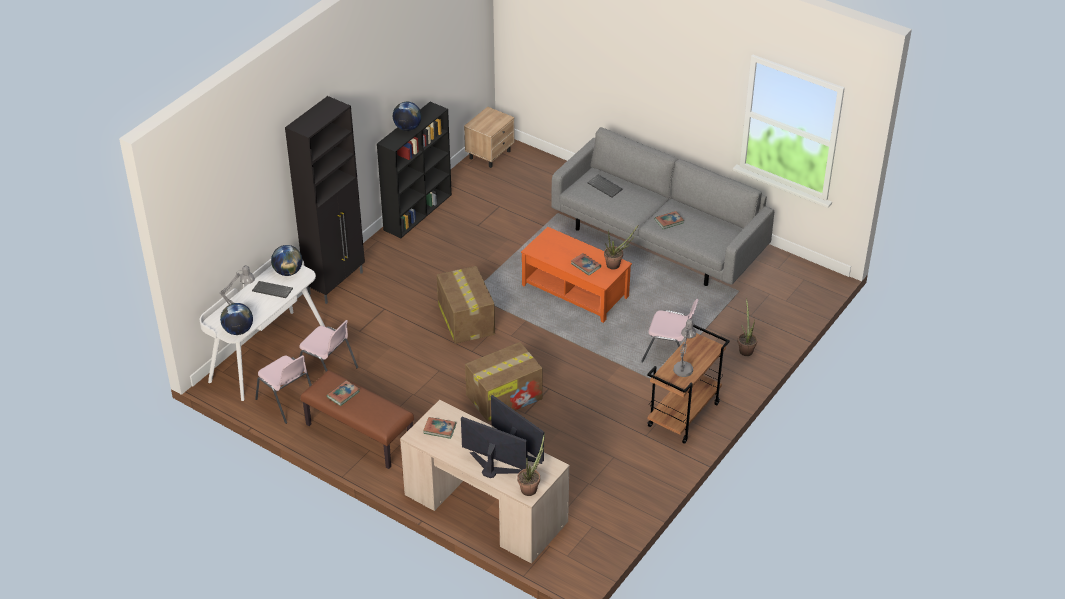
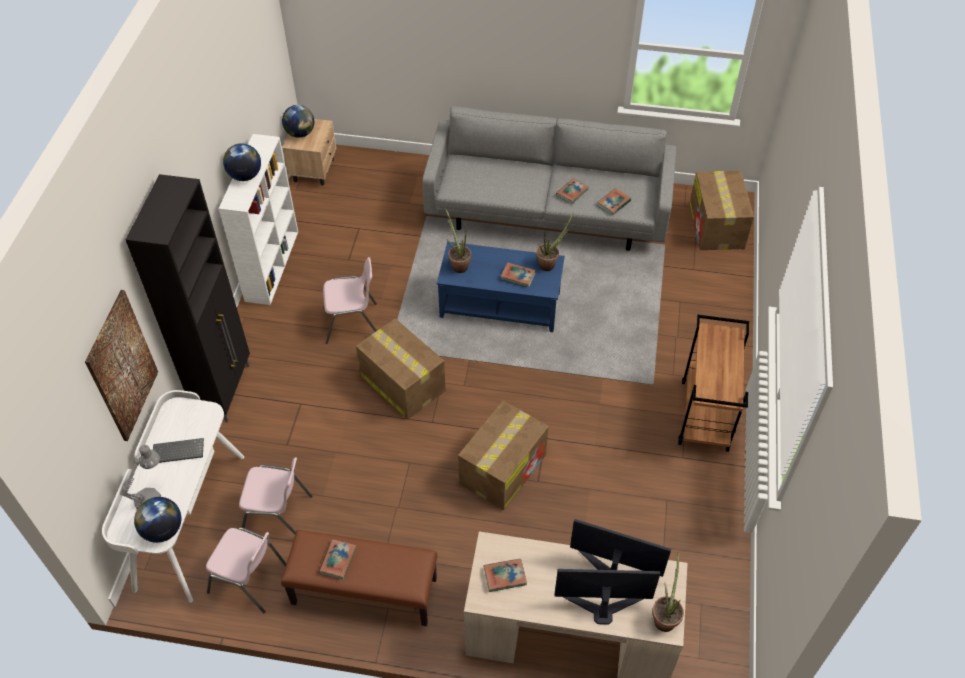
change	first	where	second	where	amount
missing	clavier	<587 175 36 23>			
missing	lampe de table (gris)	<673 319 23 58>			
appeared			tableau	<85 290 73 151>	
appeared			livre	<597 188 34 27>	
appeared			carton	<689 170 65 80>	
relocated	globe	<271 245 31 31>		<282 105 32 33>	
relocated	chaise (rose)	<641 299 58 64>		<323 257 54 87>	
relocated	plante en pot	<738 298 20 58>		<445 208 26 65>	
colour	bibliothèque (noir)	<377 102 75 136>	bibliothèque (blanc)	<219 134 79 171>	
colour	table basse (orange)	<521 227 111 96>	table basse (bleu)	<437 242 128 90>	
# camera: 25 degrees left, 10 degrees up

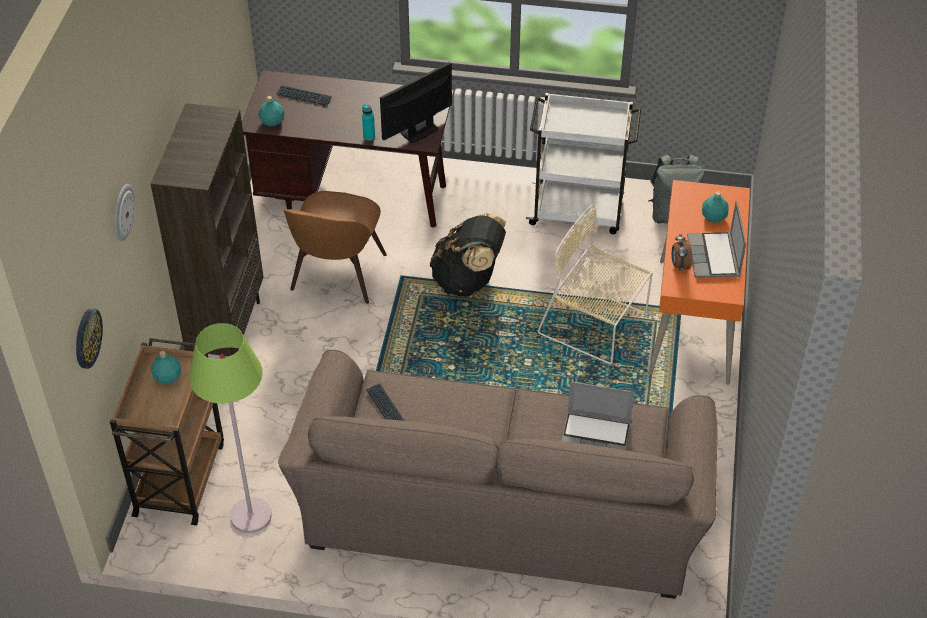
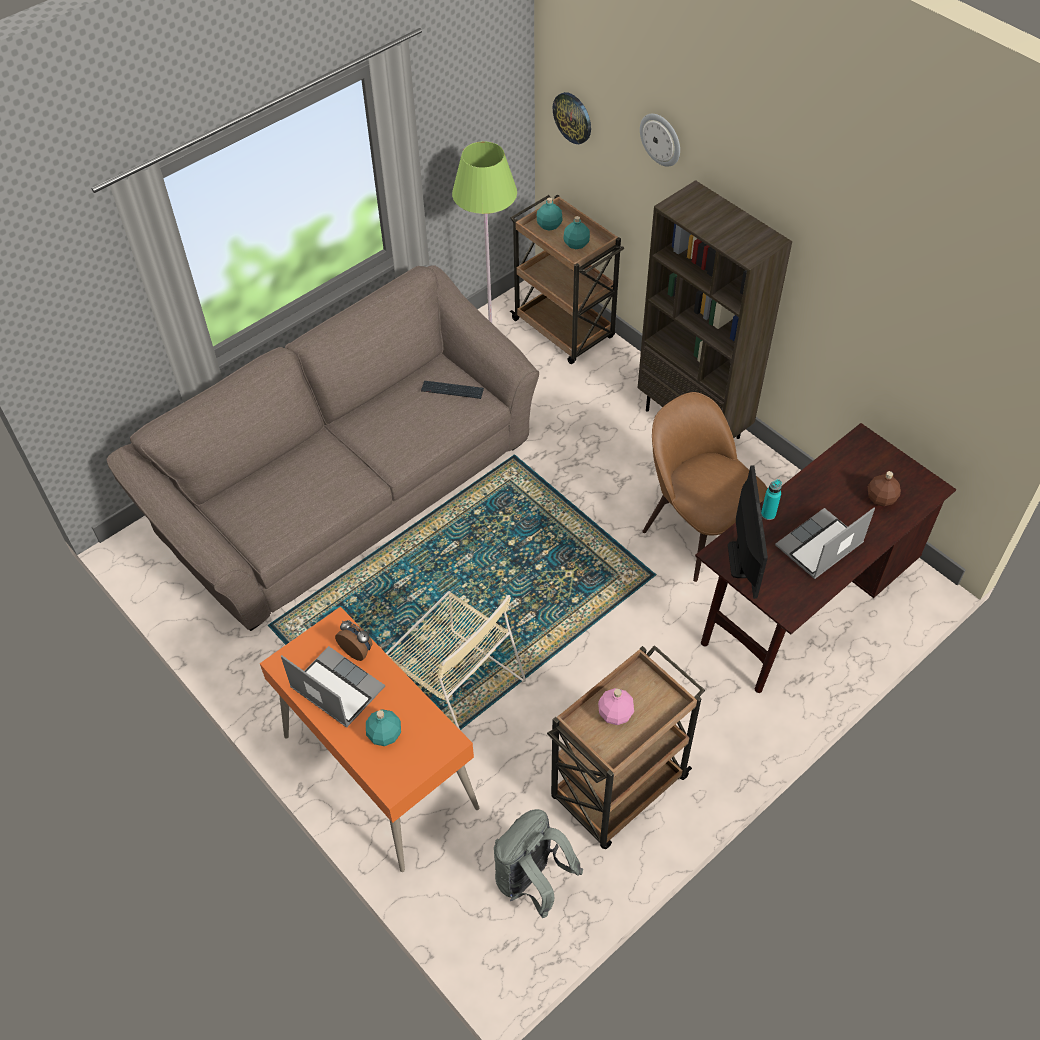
change	first	where	second	where	amount
missing	sac à dos (noir)	<430 213 76 84>			
appeared			bouteille (rose)	<598 688 36 37>	
relocated	bouteille (turquoise)	<259 96 25 30>		<537 197 26 34>	
relocated	ordinateur portable	<562 381 73 69>		<775 507 100 72>	
exchanged	clavier	<276 85 56 21>	bouteille (marron)	<868 471 33 35>	
colour	chariot (blanc)	<526 93 115 141>	chariot (marron)	<547 645 158 204>	
spun	chaise (beige)	<537 205 116 159>		<386 591 140 140>	60 degrees clockwise
# camera: 130 degrees right, 5 degrees up

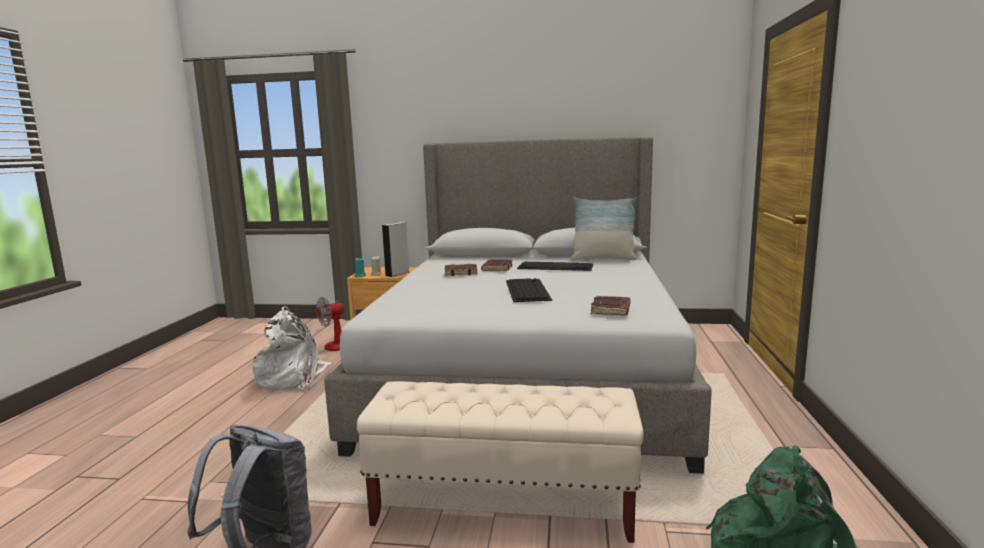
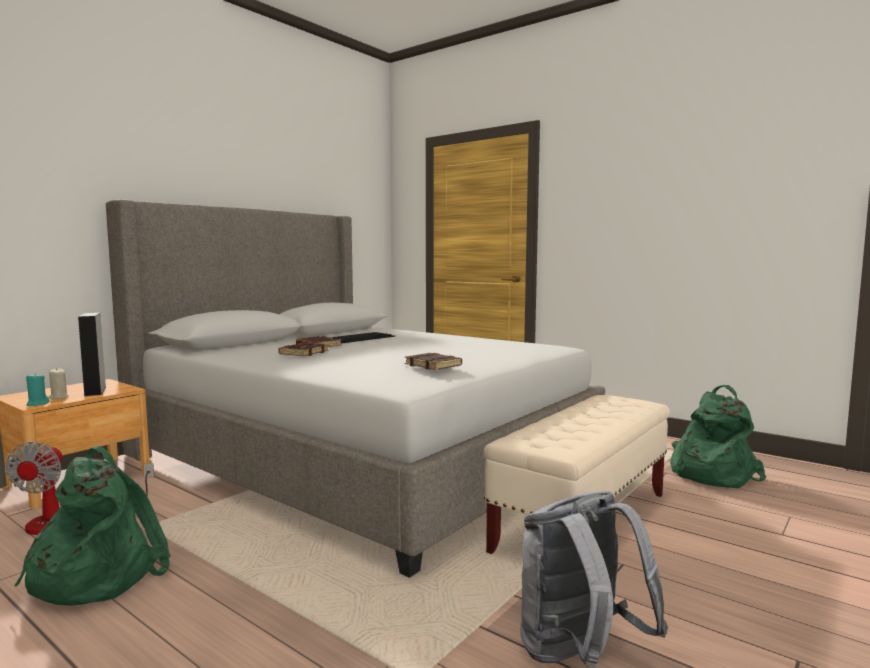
change	first	where	second	where	amount
missing	clavier	<506 278 46 24>			
missing	coussin	<570 197 67 64>			
relocated	livre (marron)	<591 296 40 20>		<405 353 57 17>	
colour	sac à dos (blanc)	<252 306 83 85>	sac à dos (vert)	<14 446 156 160>	
# camera: 60 degrees left, 5 degrees down

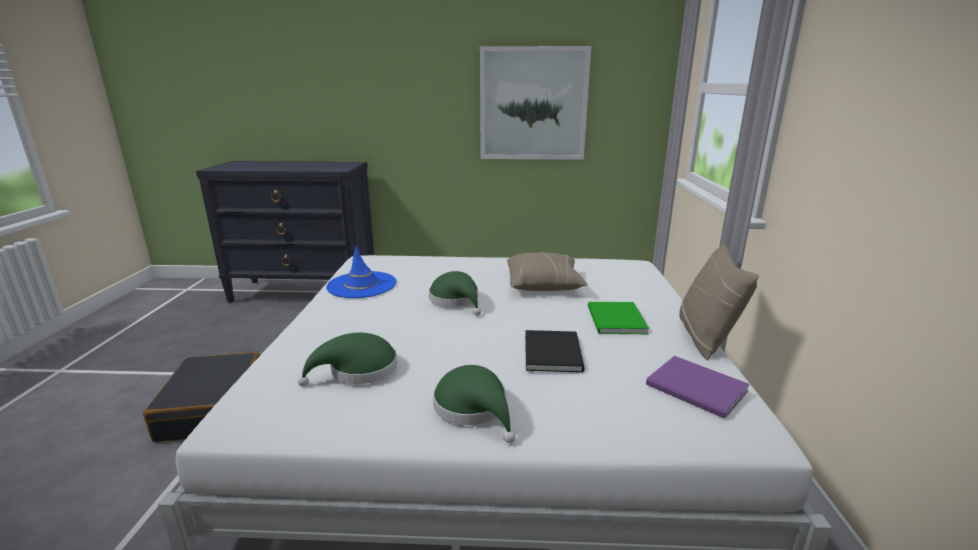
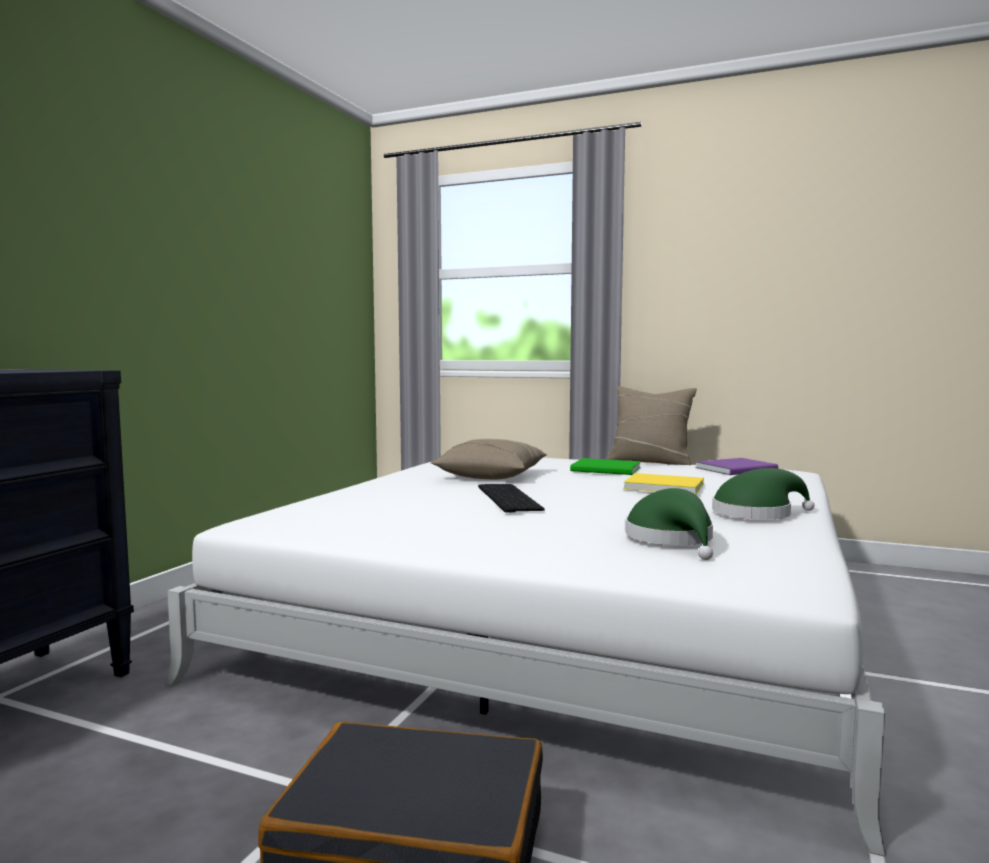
change	first	where	second	where	amount
missing	chapeau (bleu)	<326 246 70 52>			
missing	tableau	<480 46 111 114>			
exchanged	chapeau (vert)	<429 271 52 45>	clavier	<478 484 67 29>	
colour	livre (noir)	<525 330 60 43>	livre (jaune)	<624 473 80 22>	
# camera: 70 degrees left, 15 degrees down

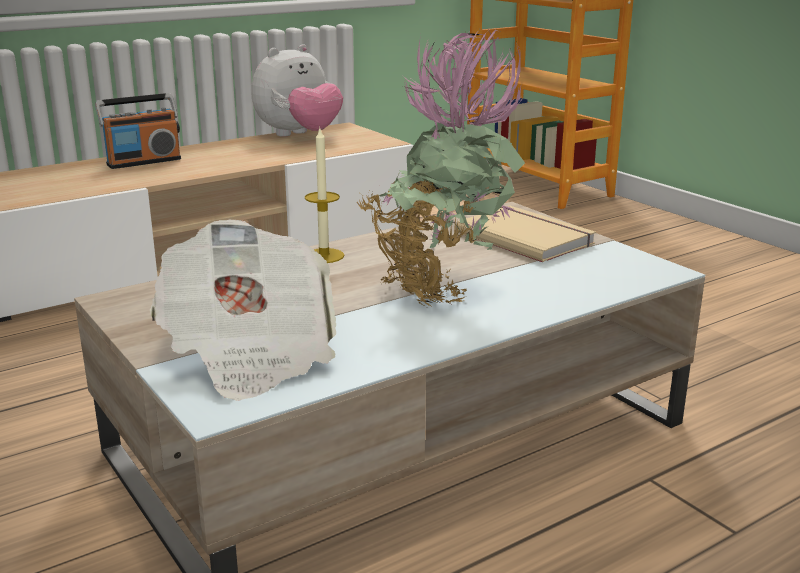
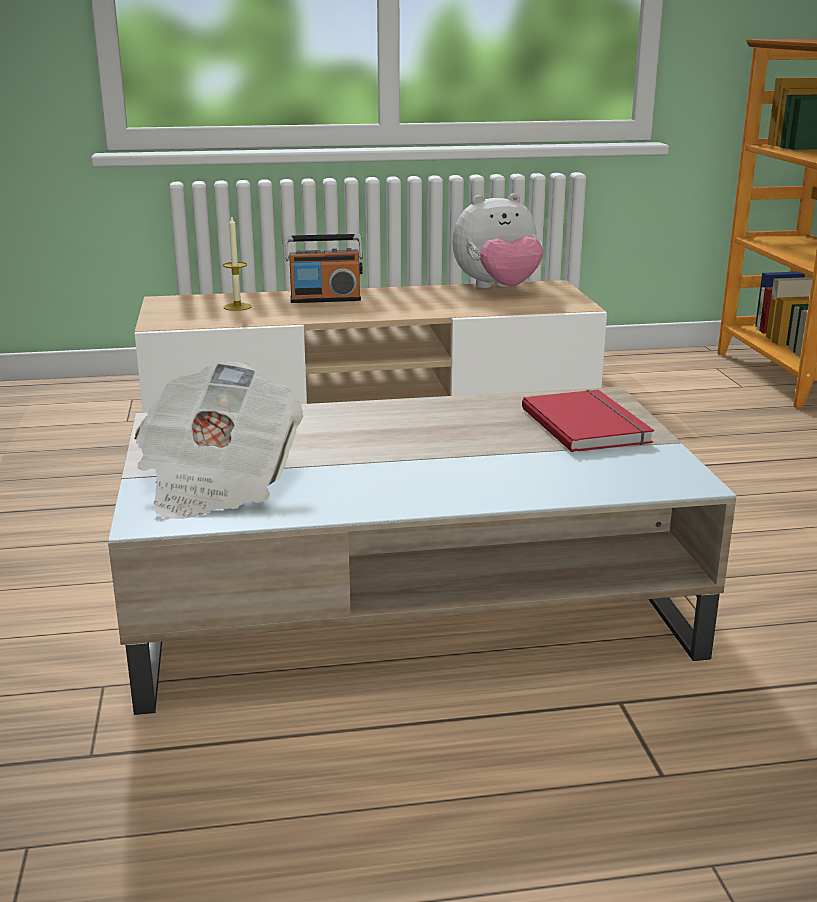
change	first	where	second	where	amount
missing	plante en pot	<356 27 169 280>			
relocated	bougie	<305 129 39 134>		<223 217 29 94>	
colour	livre (beige)	<456 206 140 56>	livre (rouge)	<522 390 132 62>	
# camera: 25 degrees right, 0 degrees up

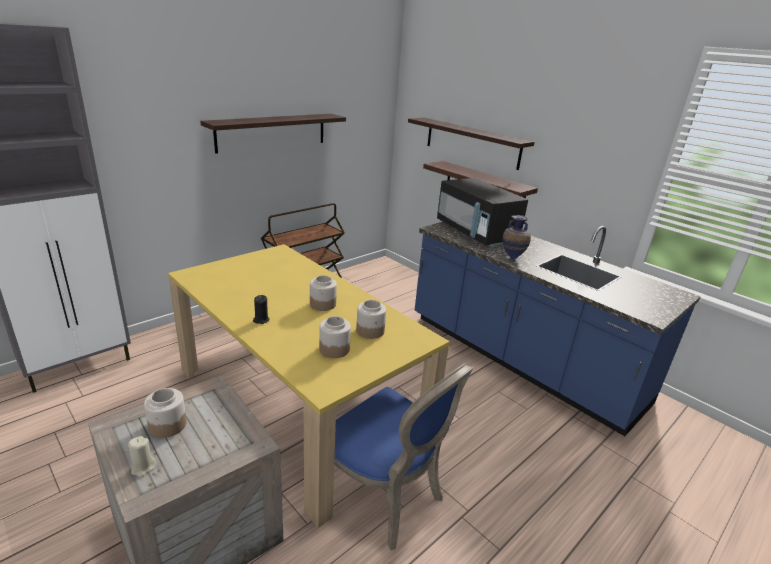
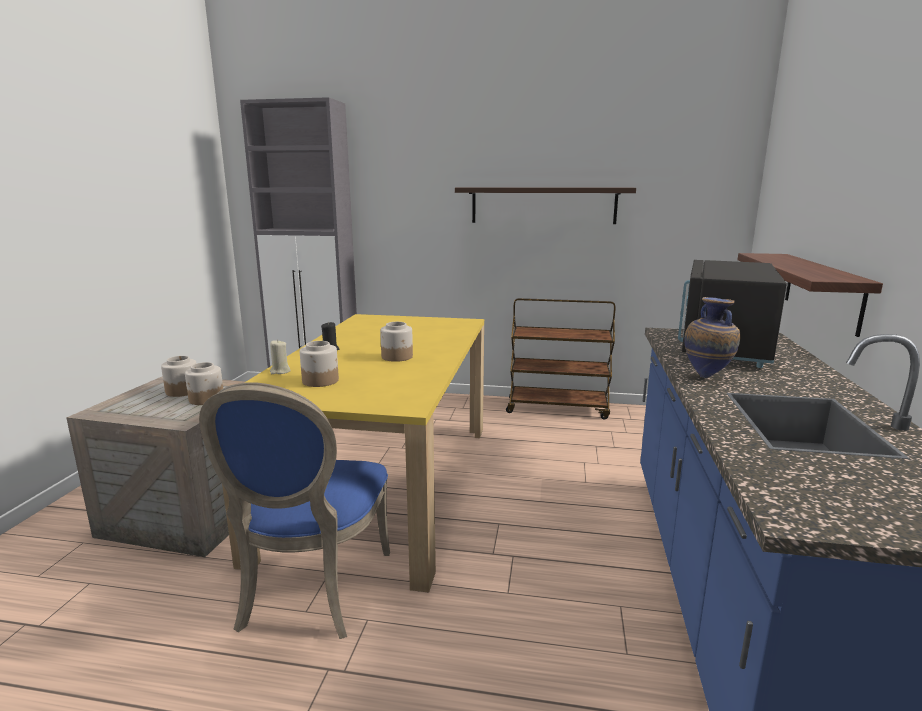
change	first	where	second	where	amount
missing	étagère	<408 118 126 52>			
relocated	bougie (beige)	<128 436 28 41>		<270 339 21 35>	
relocated	bocal	<356 300 30 39>		<185 362 38 43>	
# camera: 55 degrees right, 10 degrees down

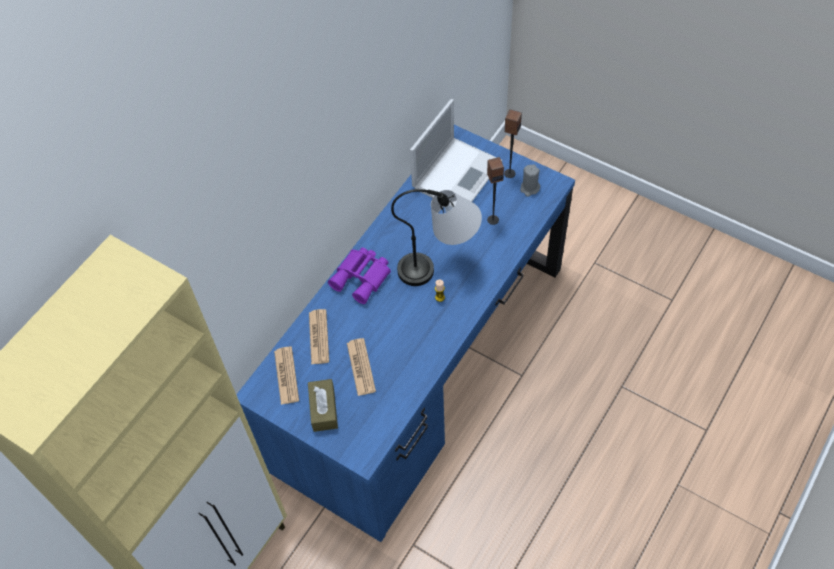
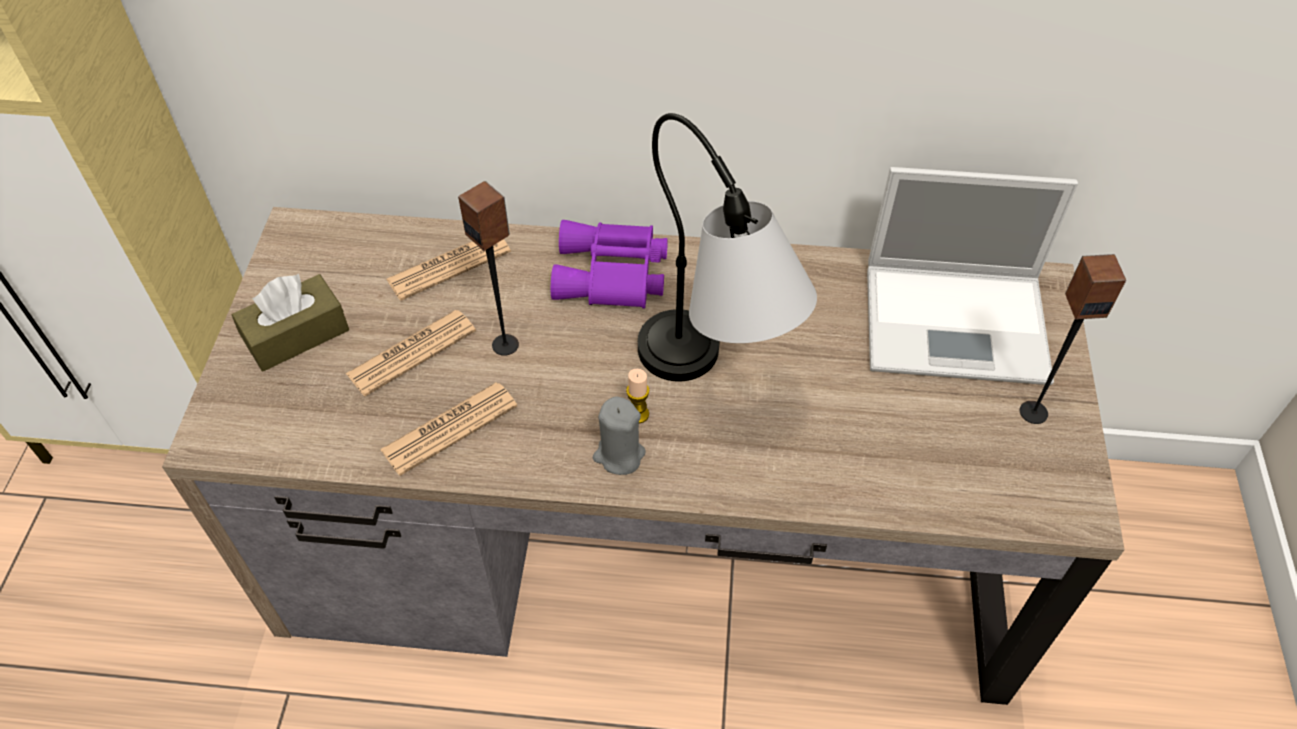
change	first	where	second	where	amount
relocated	journal	<274 347 25 58>		<380 382 137 94>	
relocated	enceinte	<487 157 17 68>		<458 181 61 175>	
relocated	bougie (gris)	<520 165 20 32>		<593 396 53 79>	
colour	bureau (bleu)	<236 125 339 417>	bureau (marron)	<162 207 963 498>	
# camera: 60 degrees right, 5 degrees down

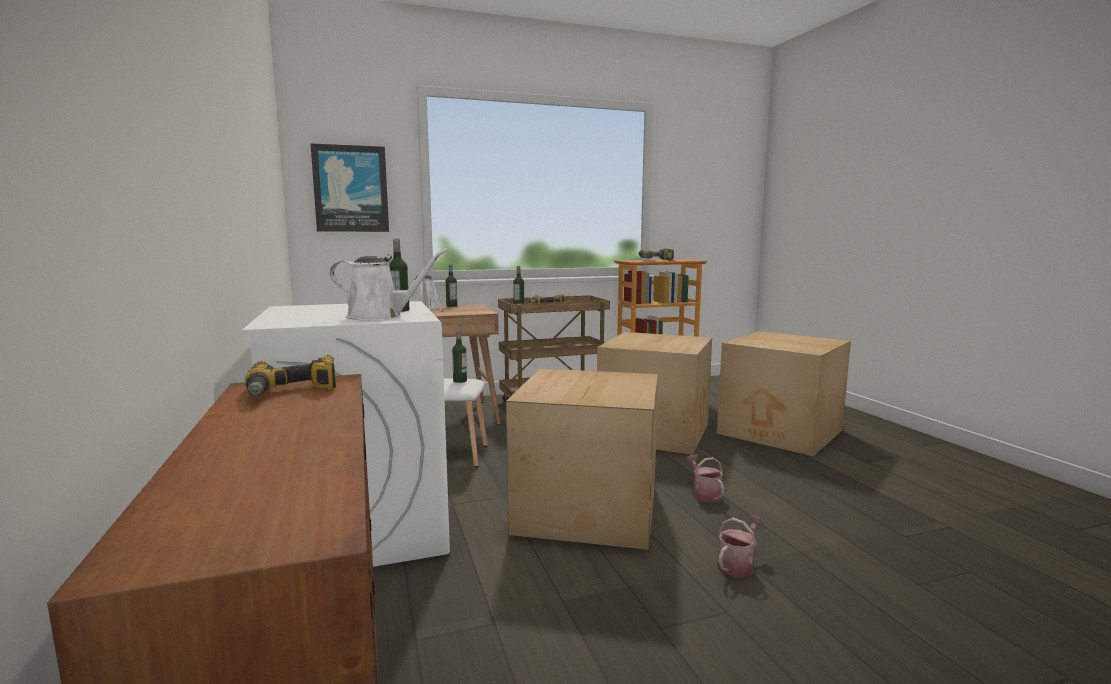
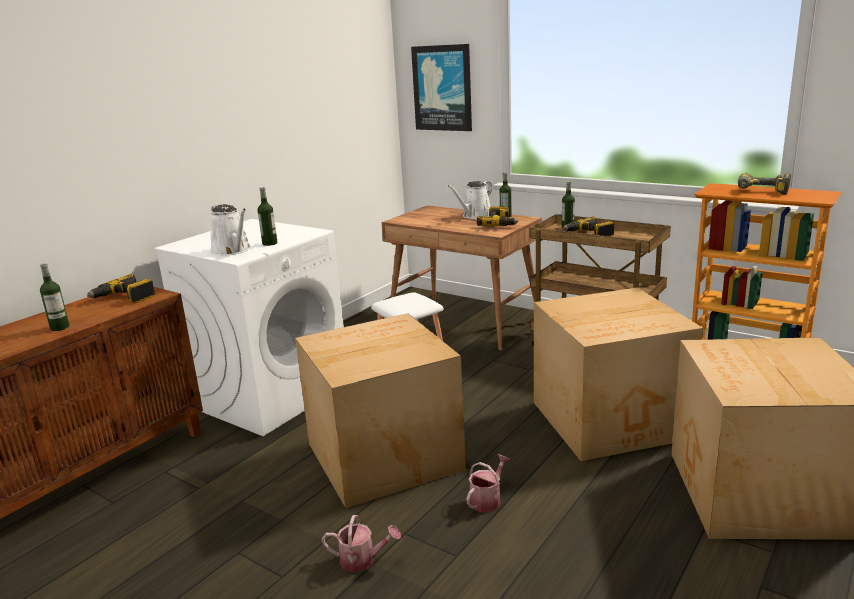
change	first	where	second	where	amount
appeared			perceuse	<477 207 42 19>	
relocated	bouteille	<452 329 15 54>		<40 263 29 68>	
# camera: 55 degrees right, 10 degrees up

